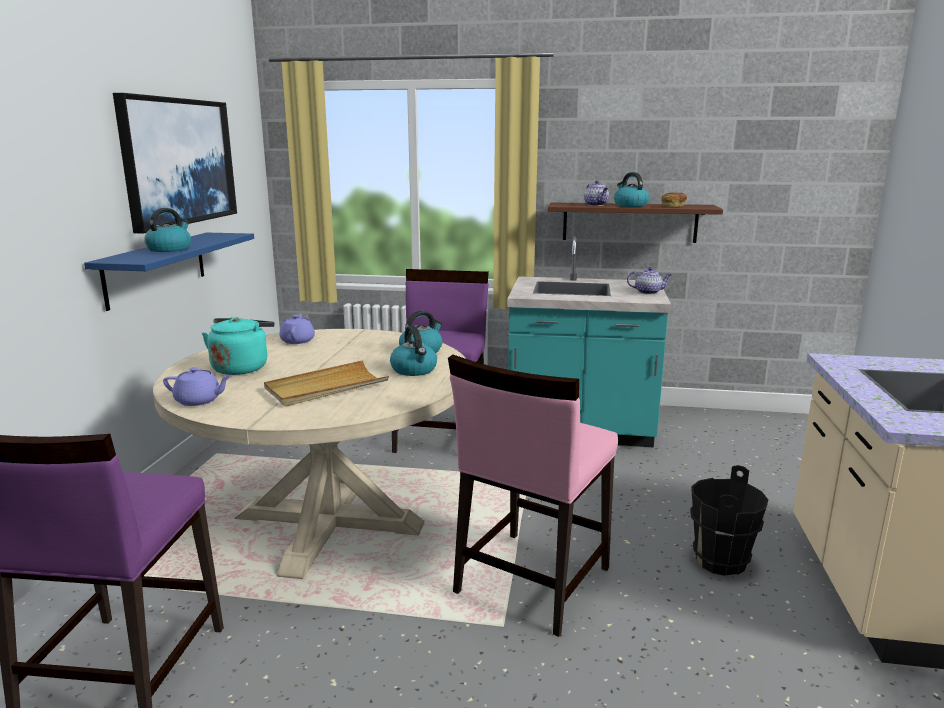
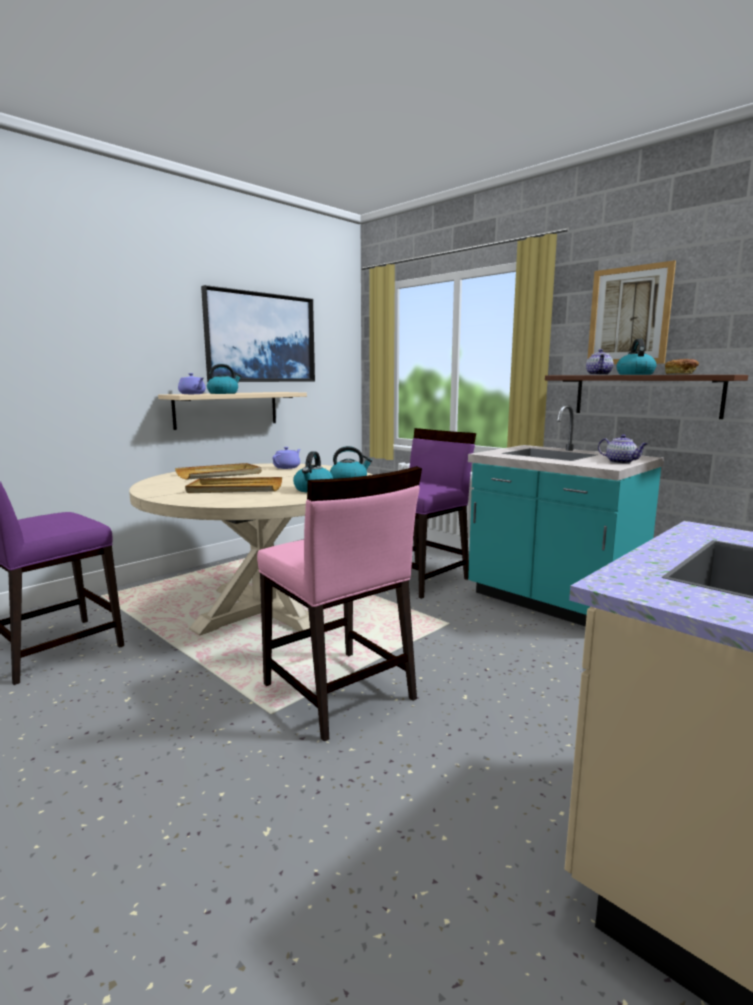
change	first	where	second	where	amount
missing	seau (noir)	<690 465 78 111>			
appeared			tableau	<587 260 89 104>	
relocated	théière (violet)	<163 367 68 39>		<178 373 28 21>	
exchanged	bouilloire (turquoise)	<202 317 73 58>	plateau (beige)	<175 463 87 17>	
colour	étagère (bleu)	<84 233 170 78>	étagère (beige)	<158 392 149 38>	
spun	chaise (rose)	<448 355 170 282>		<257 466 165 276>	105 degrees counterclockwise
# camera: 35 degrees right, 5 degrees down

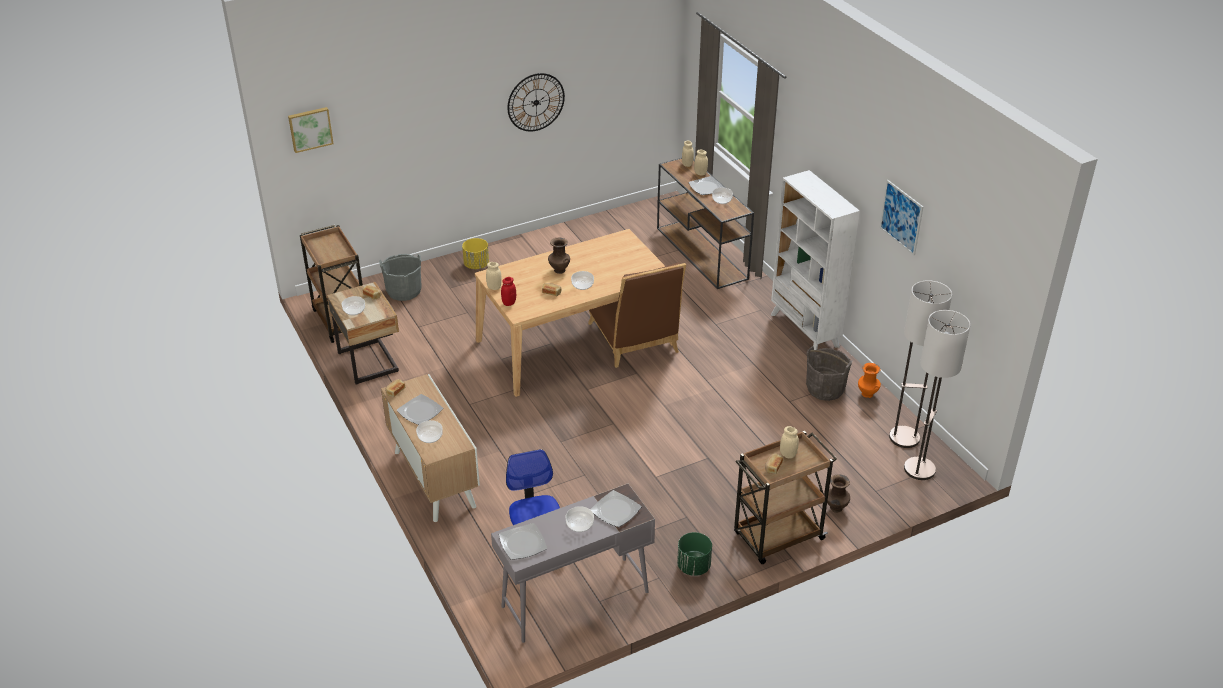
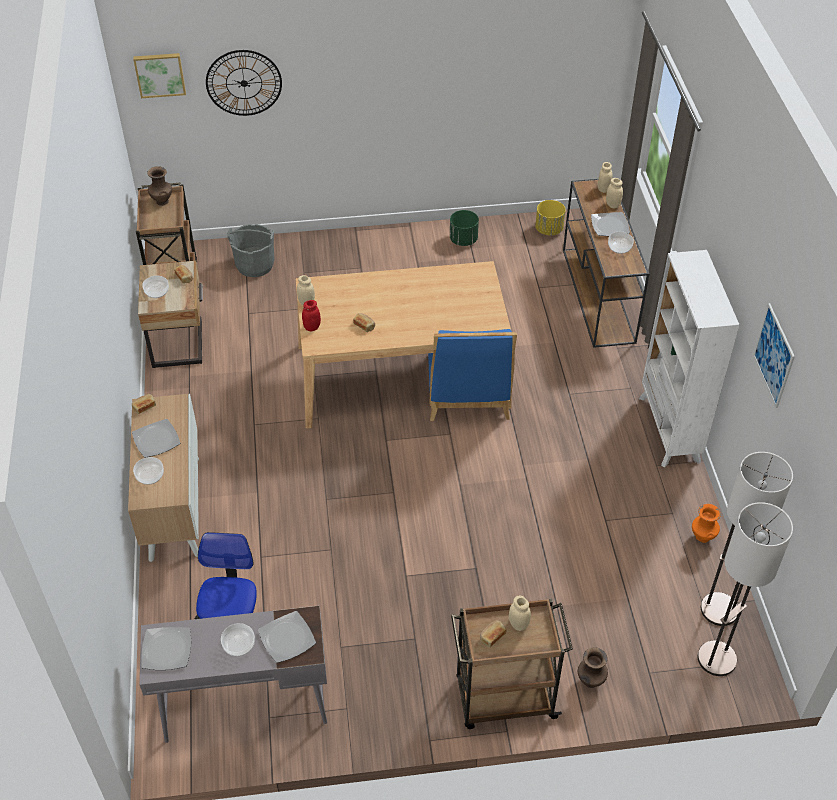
change	first	where	second	where	amount
missing	bol	<571 271 23 19>			
missing	seau (gris)	<806 346 46 55>			
relocated	cache-pot (jaune)	<462 238 27 31>		<535 200 31 36>	
relocated	horloge murale	<507 73 58 58>		<206 50 76 66>	
relocated	vase (marron)	<548 238 22 36>		<147 166 25 40>	
relocated	cache-pot (vert)	<677 532 35 44>		<450 210 29 36>	
colour	chaise (marron)	<588 263 98 105>	chaise (bleu)	<428 329 89 92>	
# camera: 20 degrees right, 10 degrees up

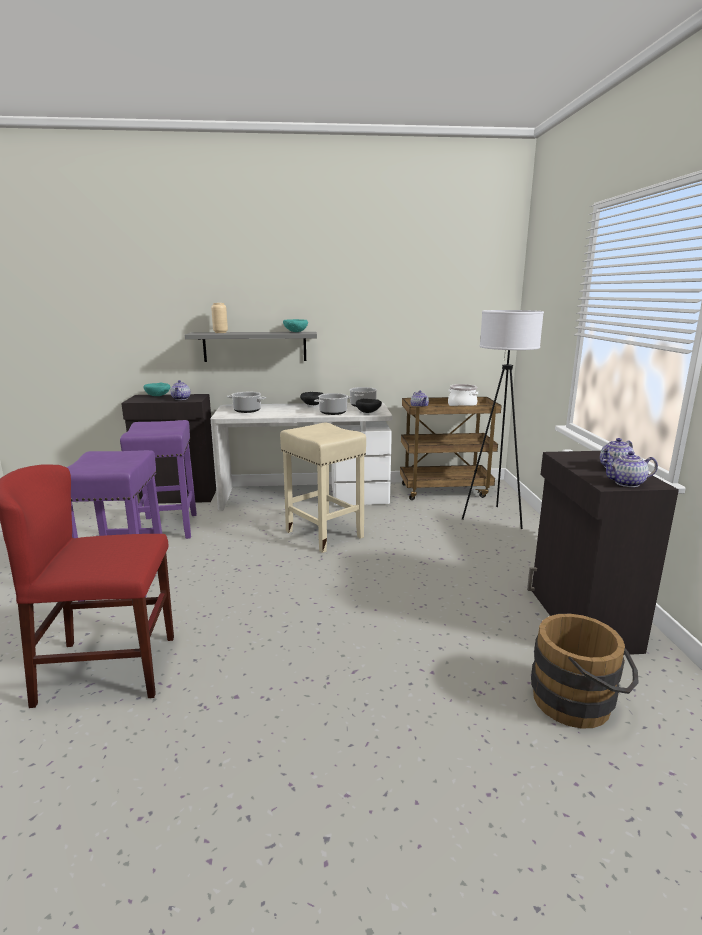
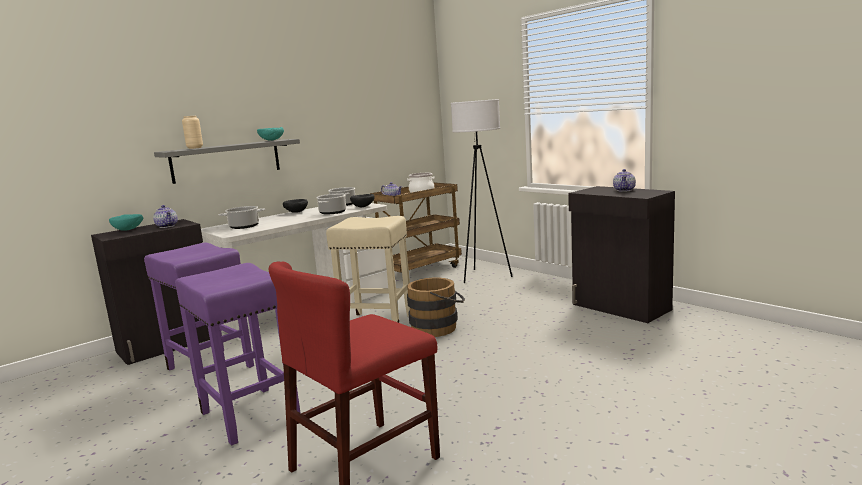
change	first	where	second	where	amount
missing	théière	<602 451 56 36>			
relocated	seau (marron)	<531 614 108 115>		<407 278 58 59>	
# camera: 35 degrees left, 5 degrees down

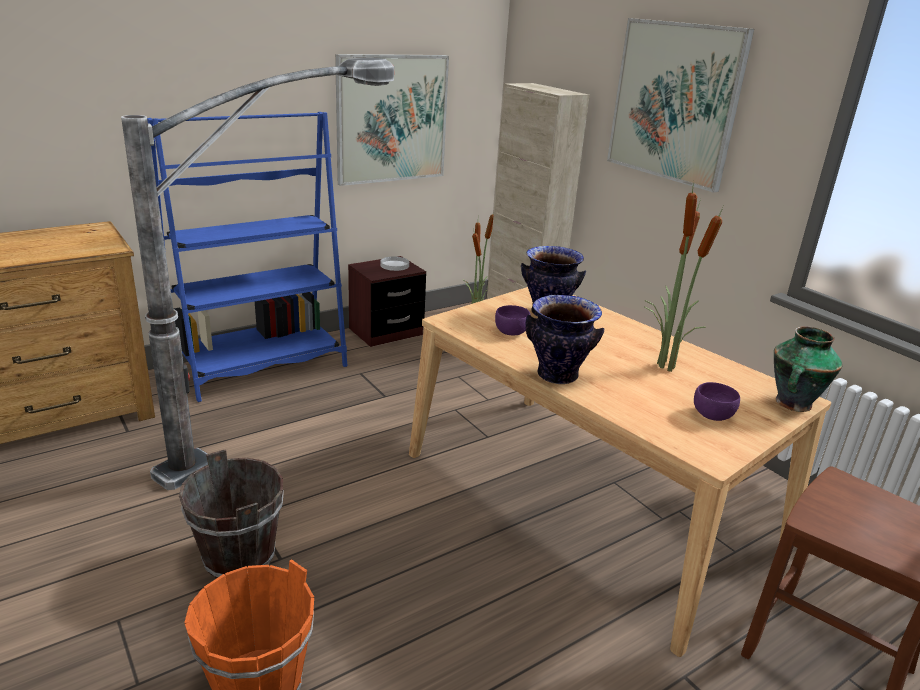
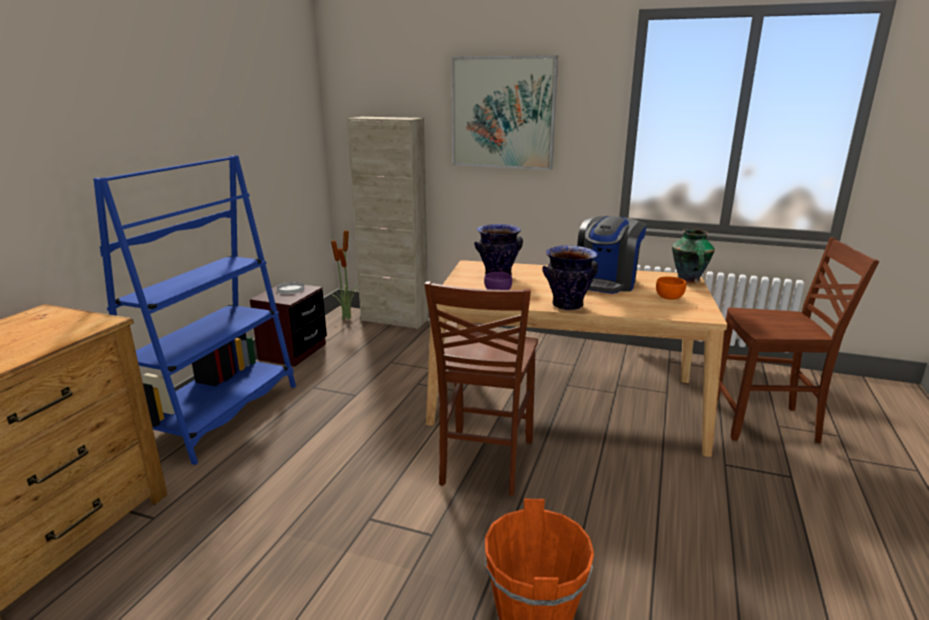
change	first	where	second	where	amount
missing	lampadaire	<121 58 273 432>			
missing	seau (marron)	<179 449 105 129>			
missing	tableau	<335 54 114 132>			
appeared			chaise (marron)	<424 281 114 215>	
exchanged	plante en pot	<644 181 80 191>	machine à café	<577 216 70 78>	
colour	bol (violet)	<694 382 46 39>	bol (orange)	<656 277 30 22>	
# camera: 35 degrees left, 5 degrees down

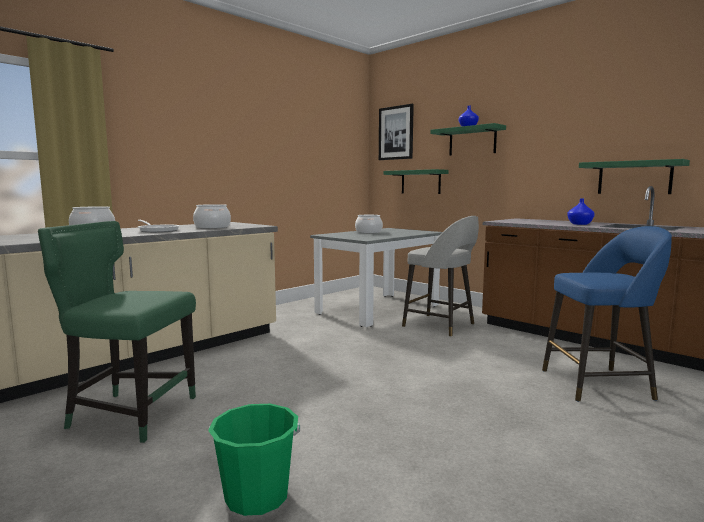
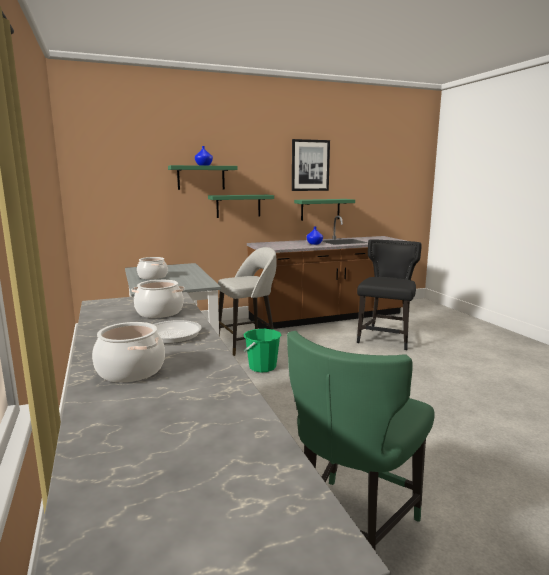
change	first	where	second	where	amount
relocated	seau (vert)	<208 404 92 112>		<243 329 39 44>	
relocated	tableau	<379 104 35 56>		<292 139 38 52>	
relocated	étagère (vert)	<383 169 66 25>		<208 195 66 23>	
exchanged	tabouret (bleu)	<542 226 130 176>	chaise (noir)	<357 239 65 111>	
# camera: 65 degrees left, 5 degrees up

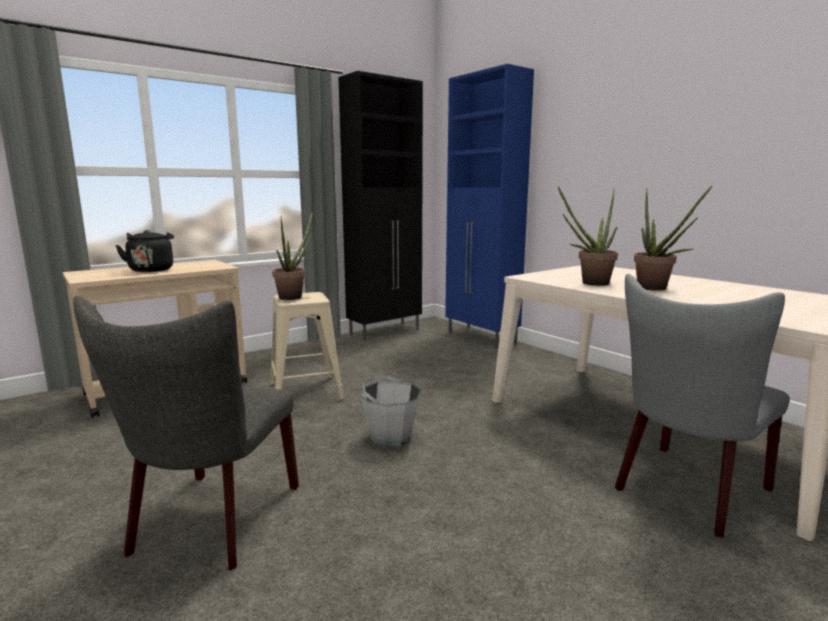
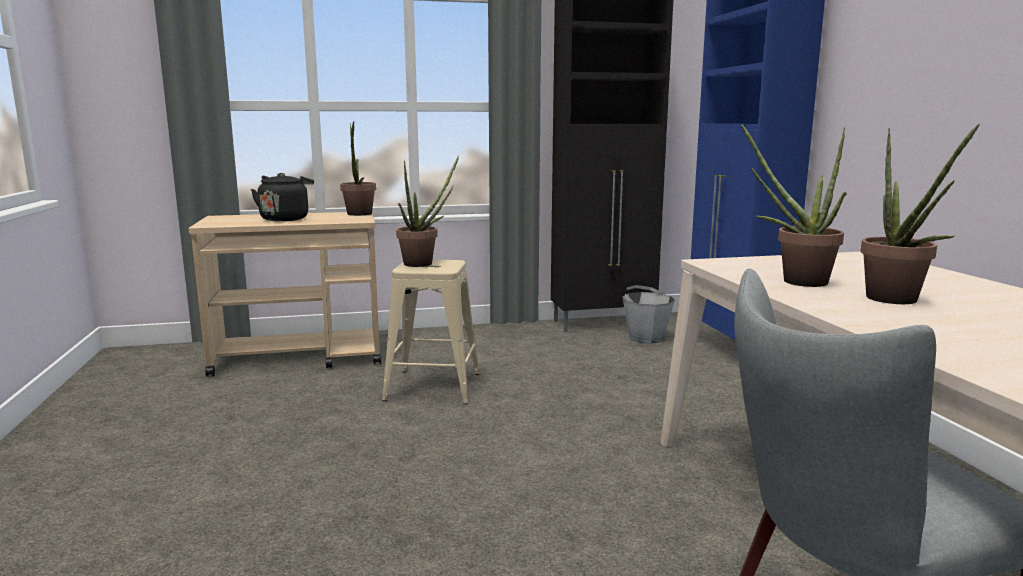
change	first	where	second	where	amount
missing	chaise (gris)	<73 296 226 274>			
appeared			plante en pot	<340 121 36 95>	
relocated	seau (gris)	<361 376 60 71>		<622 285 53 59>	
# camera: 25 degrees right, 0 degrees up

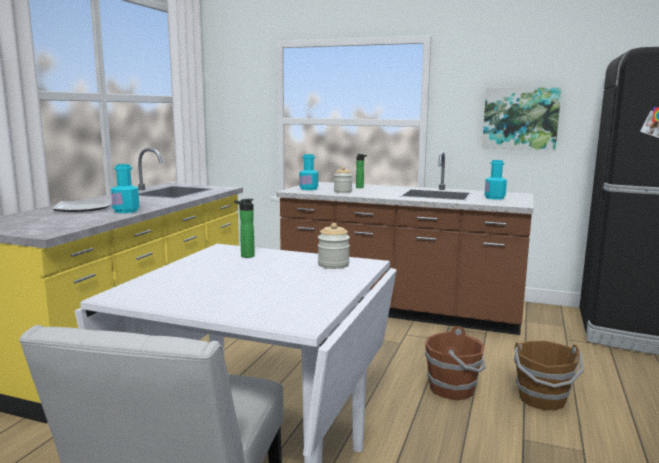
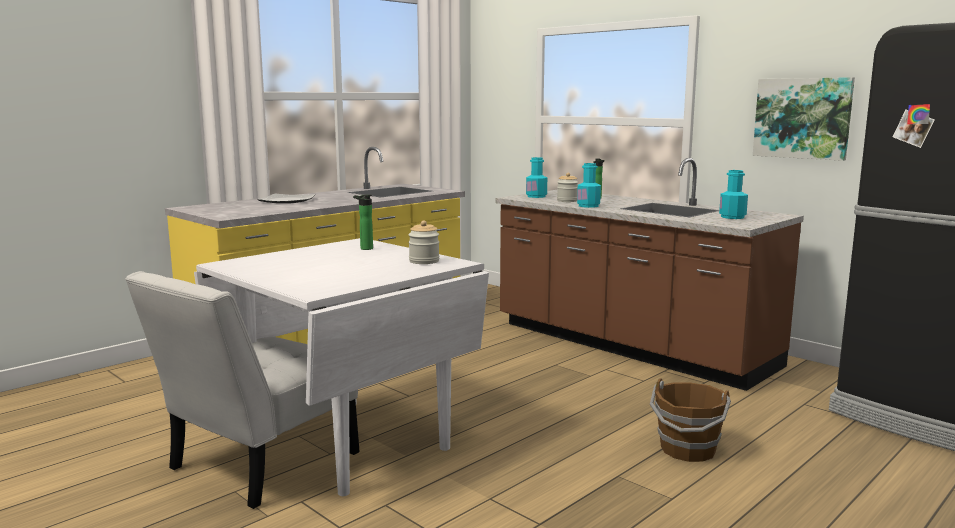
change	first	where	second	where	amount
missing	seau (marron)	<425 326 61 74>			
relocated	bouteille (turquoise)	<111 164 29 49>		<577 163 24 45>	
# camera: 25 degrees right, 0 degrees up

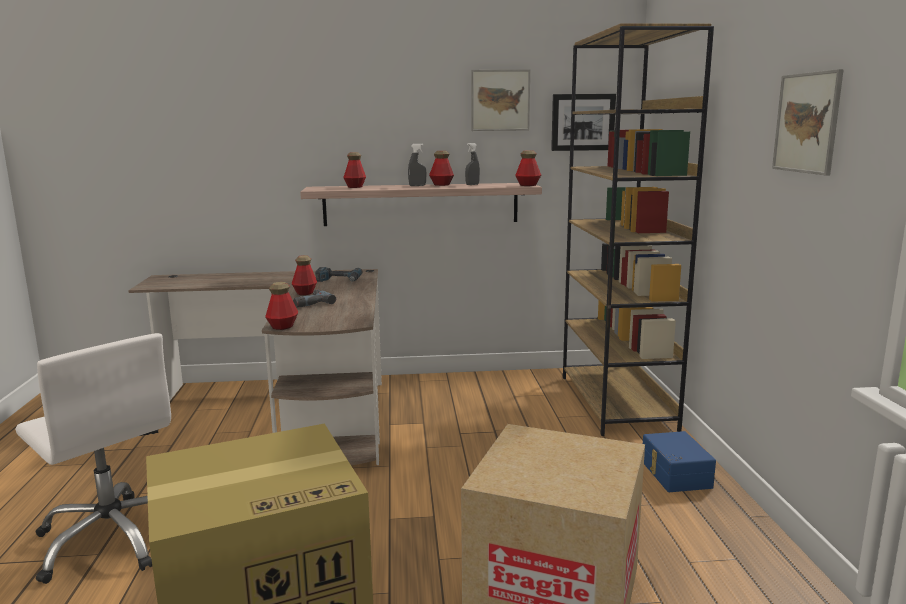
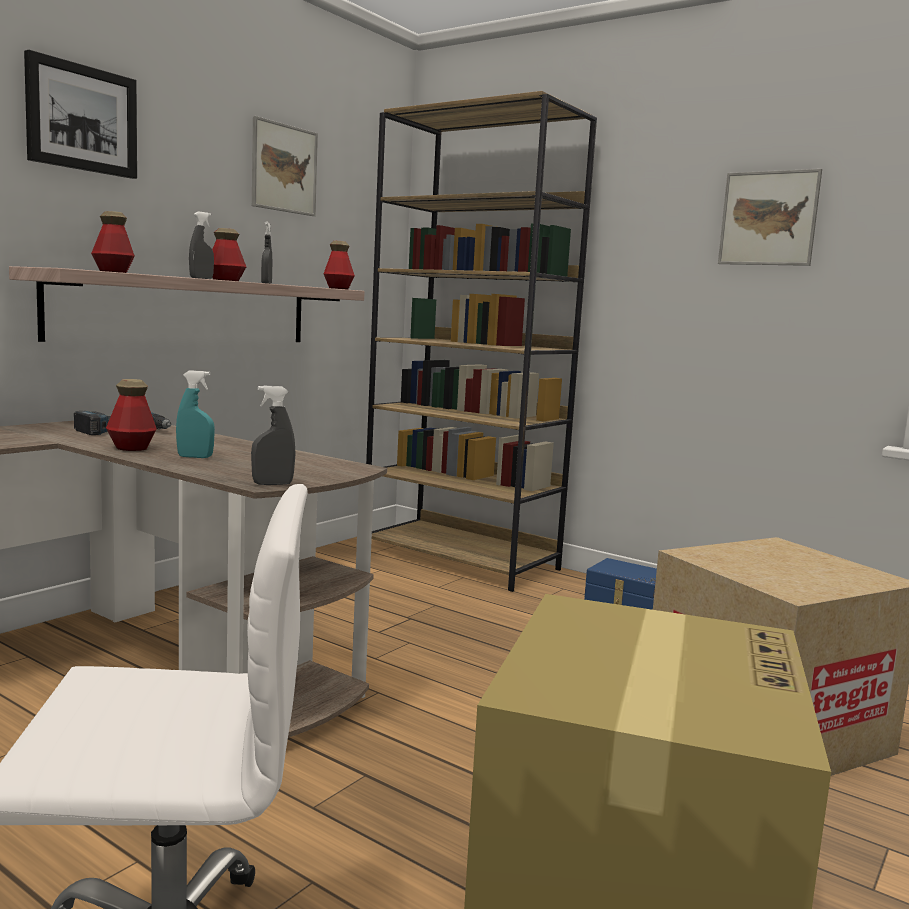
change	first	where	second	where	amount
relocated	tableau	<551 94 65 57>		<24 50 113 129>	
exchanged	bouteille	<265 282 33 48>	vaporisateur (gris)	<251 385 45 100>	
exchanged	perceuse	<293 289 43 19>	vaporisateur (turquoise)	<176 371 39 87>	
# camera: 50 degrees left, 5 degrees down

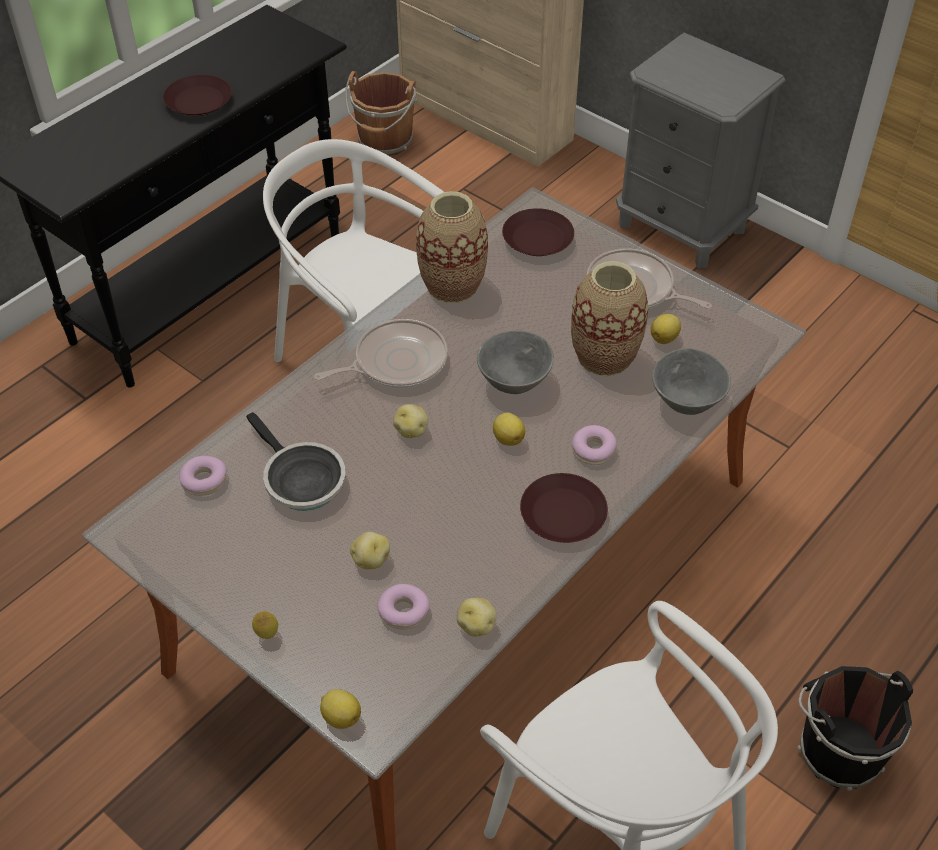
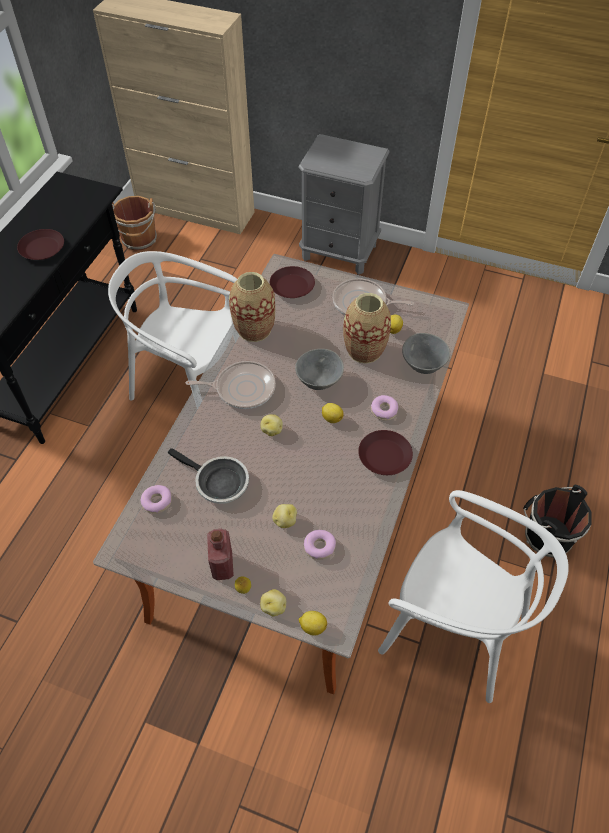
change	first	where	second	where	amount
appeared			bouteille (rouge)	<207 529 27 51>	
relocated	pomme de terre	<457 598 40 38>		<260 589 26 27>	
spun	poêle	<314 319 134 69>		<186 361 90 48>	45 degrees clockwise
# camera: 20 degrees left, 5 degrees up

